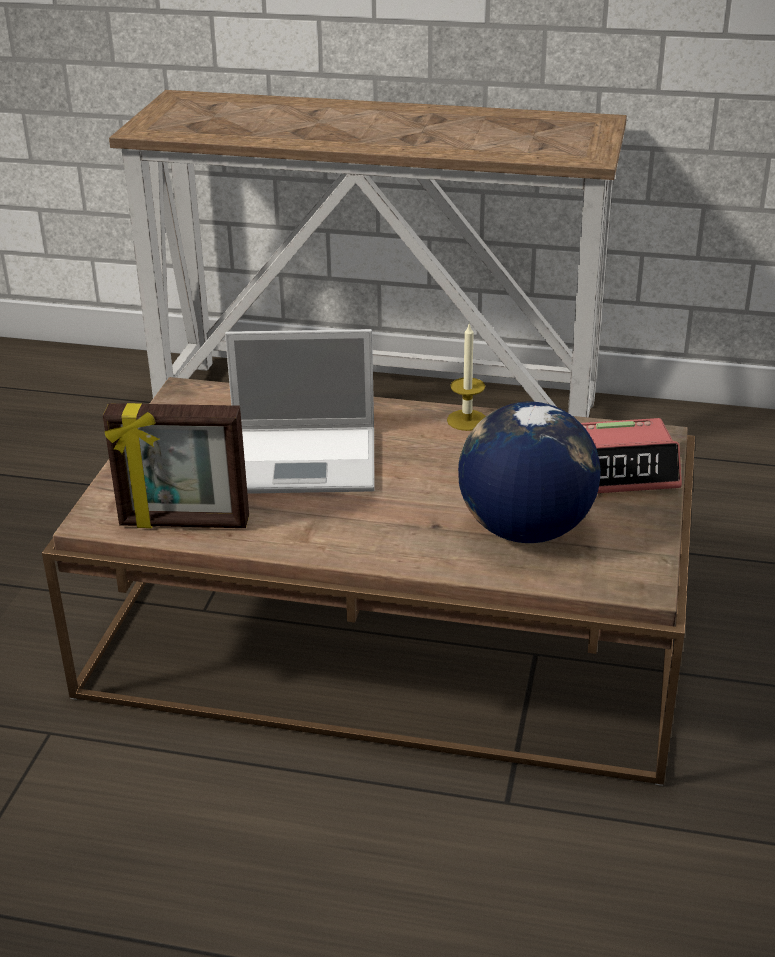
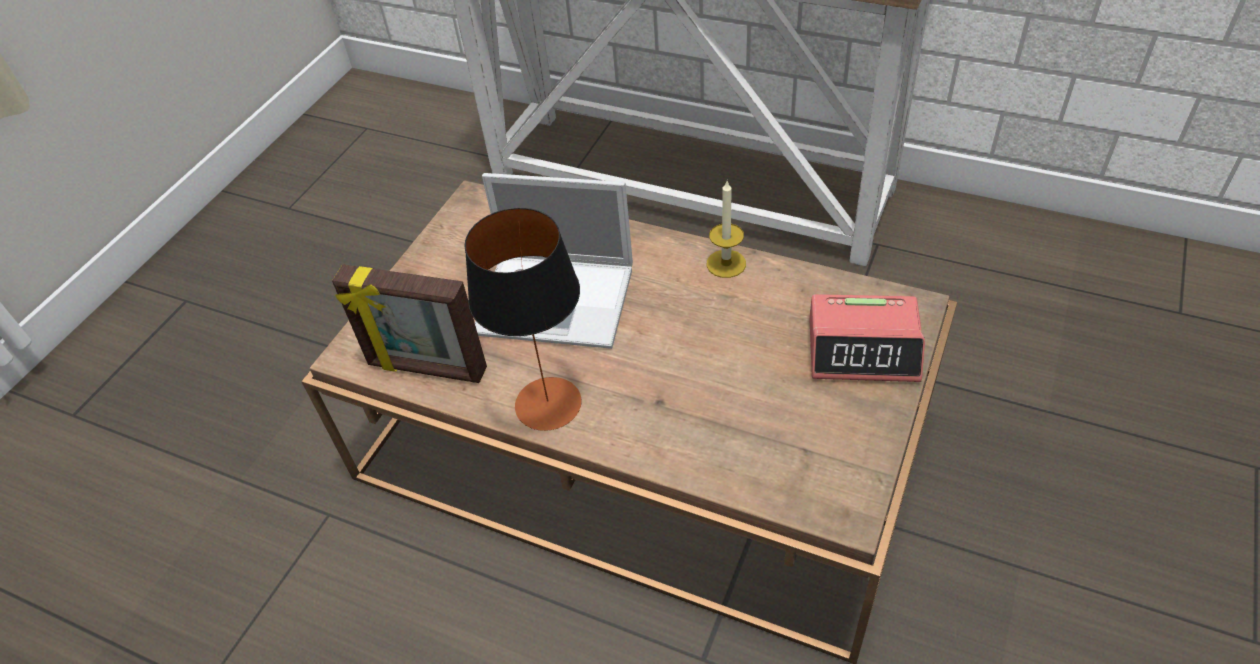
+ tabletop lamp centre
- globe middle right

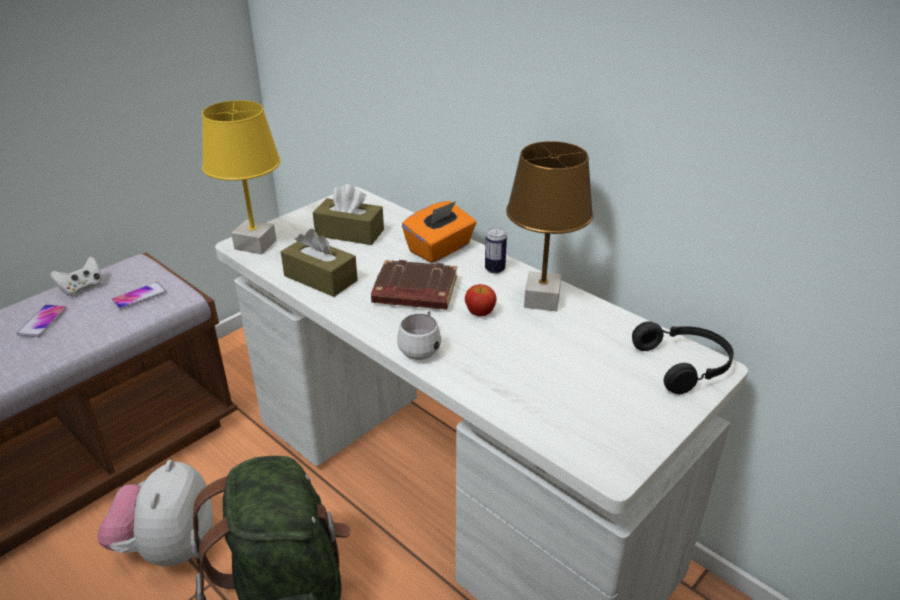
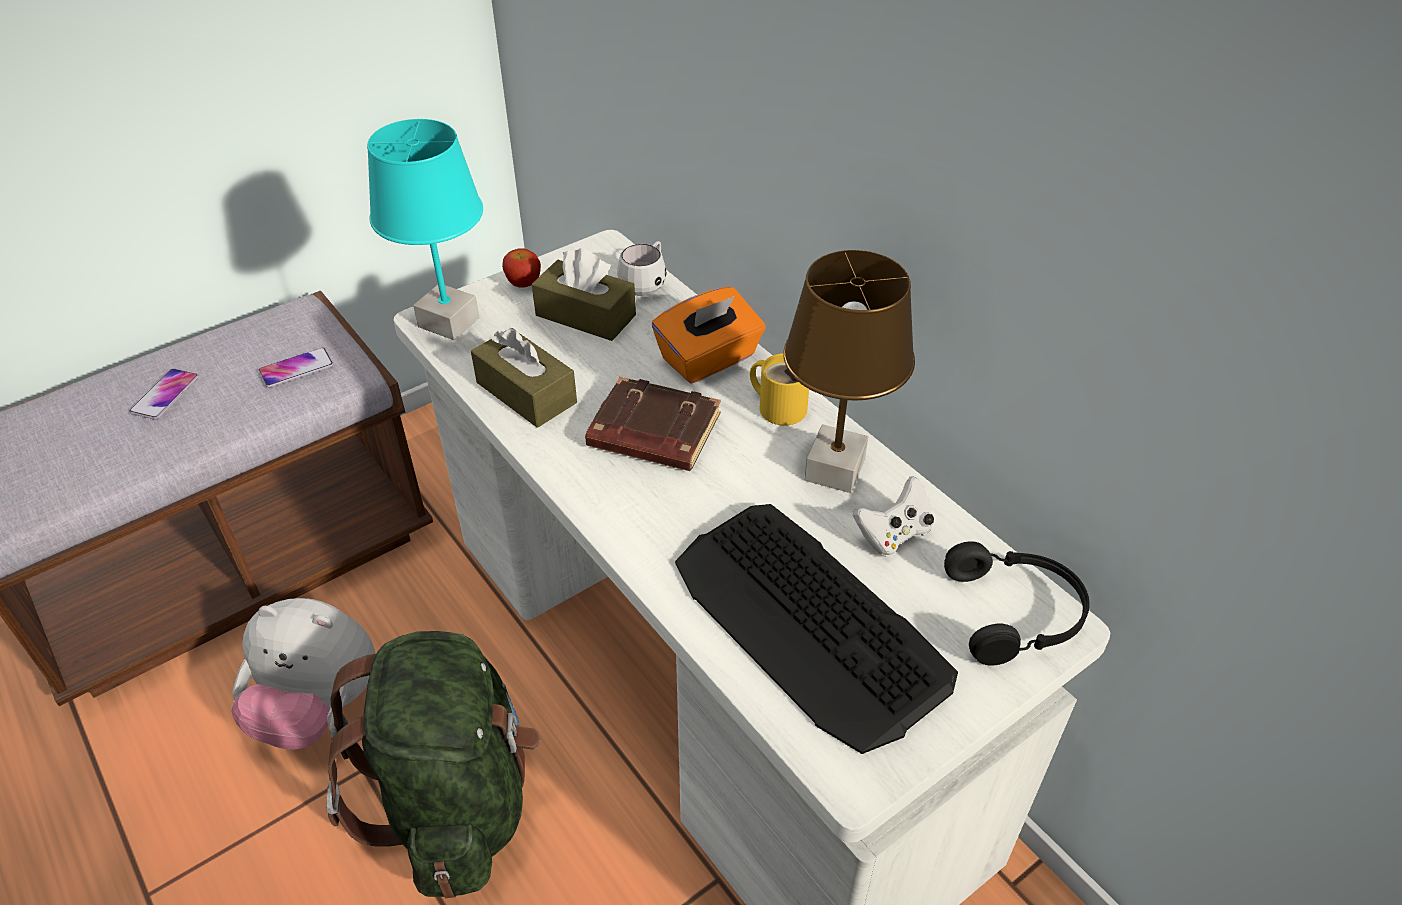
~ cuddly toy bottom left = bottom left 90 degrees counterclockwise
~ tabletop lamp (yellow-coloured) top left to tabletop lamp (blue-green) top left
~ apple centre to top centre
~ tea mug (white) centre to top centre
+ PC keyboard bottom centre
~ sealed can centre to tea mug (yellow-coloured) centre
~ gamepad (white) middle left to centre

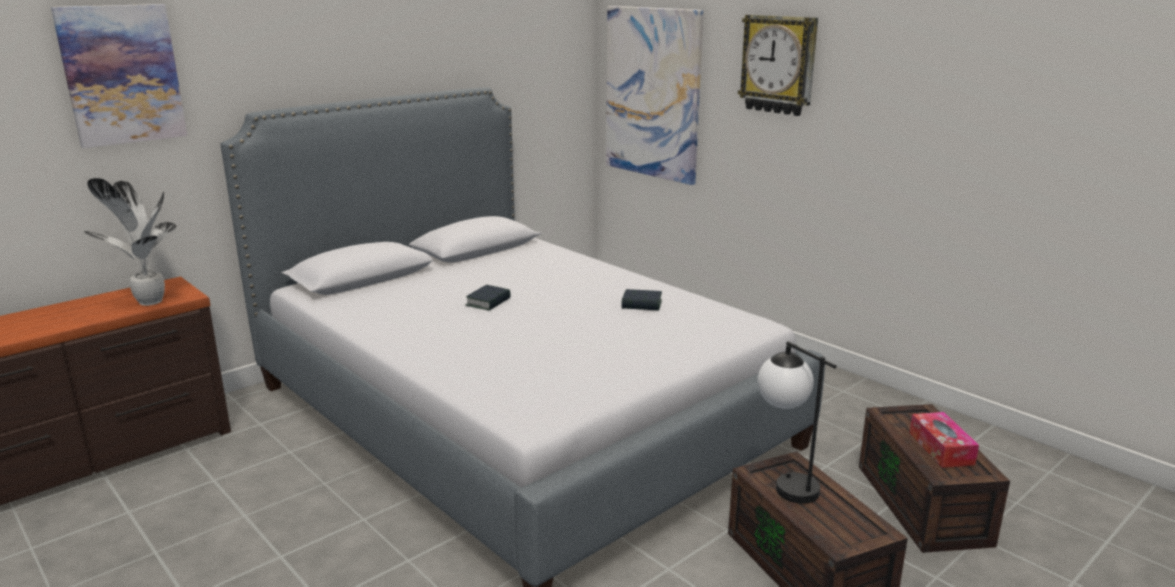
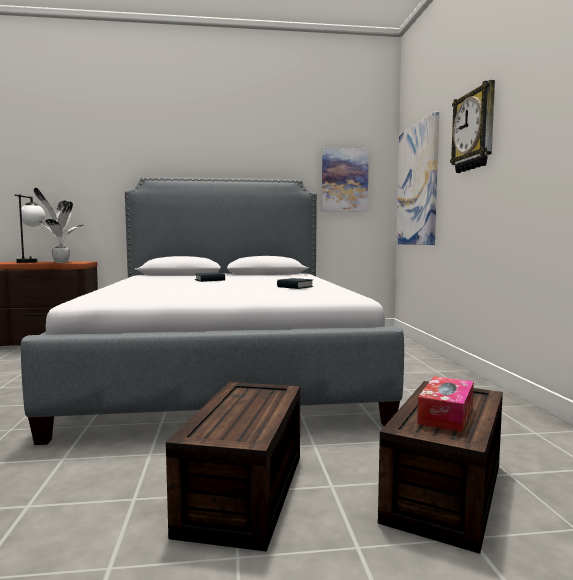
~ tabletop lamp bottom right to middle left
~ picture (1st from left) top left to top centre

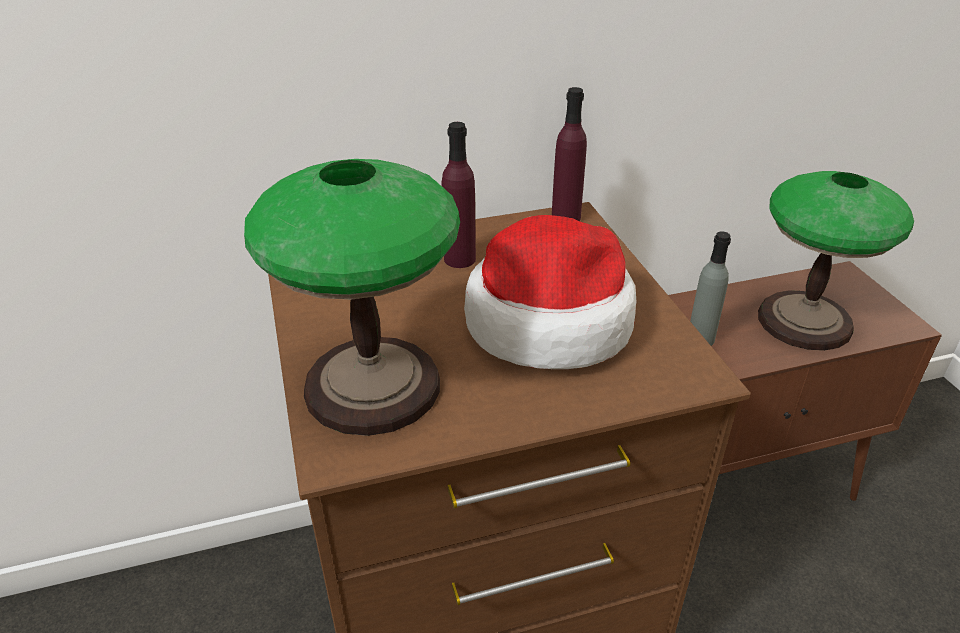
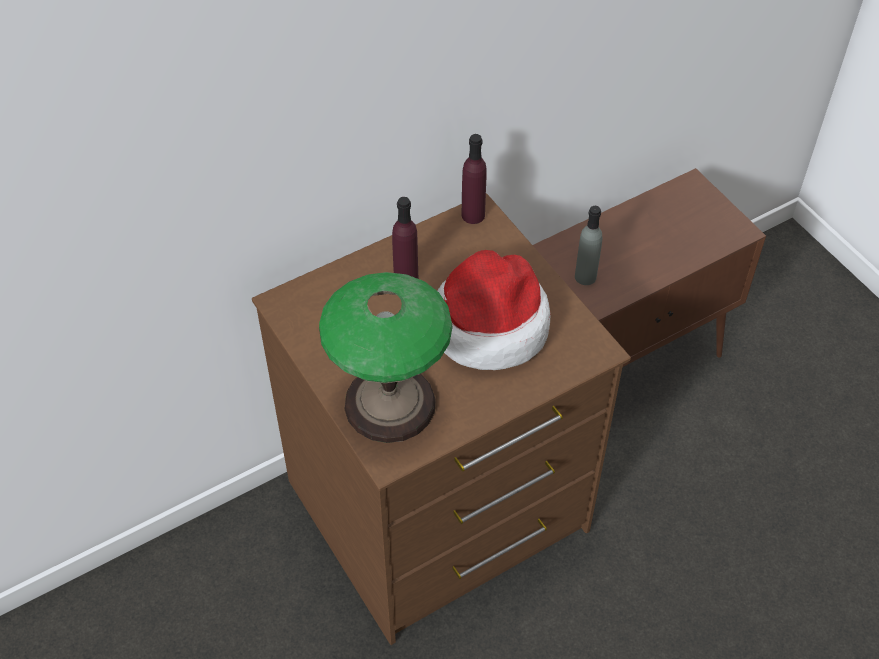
- tabletop lamp (2nd from left) middle right

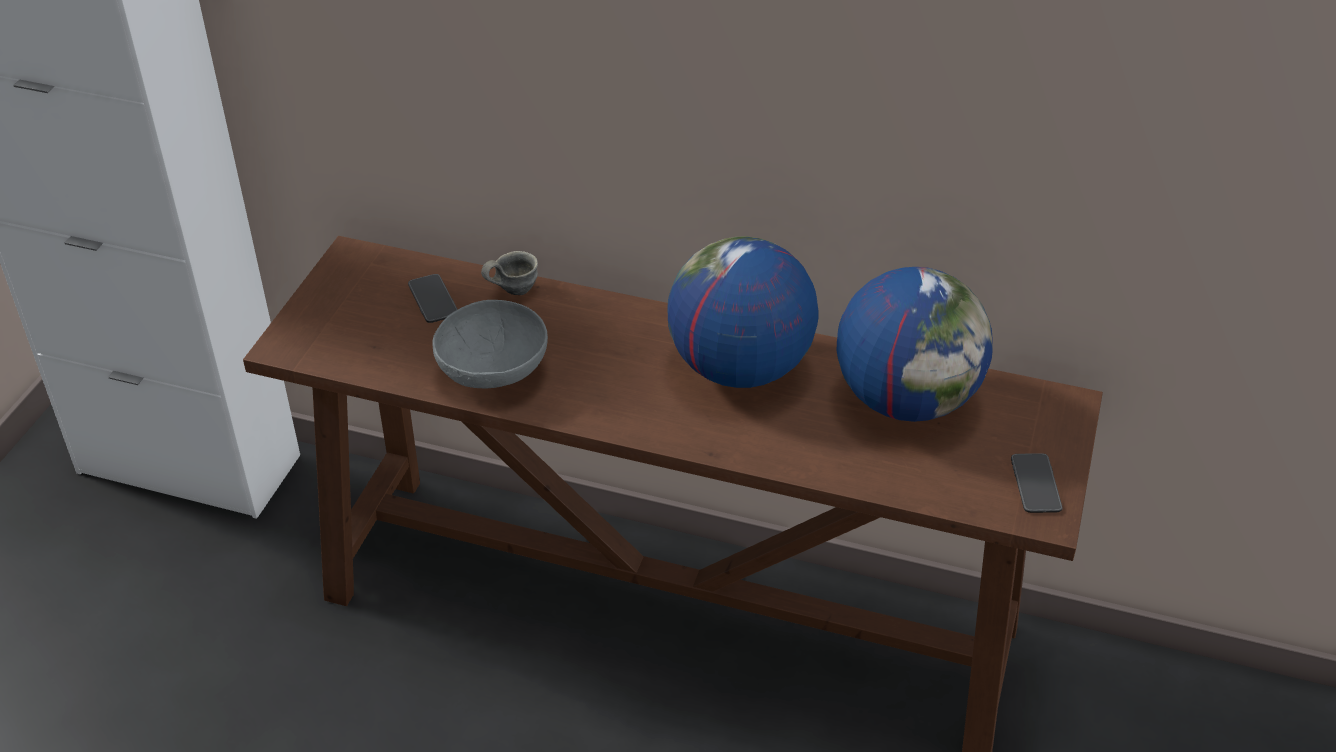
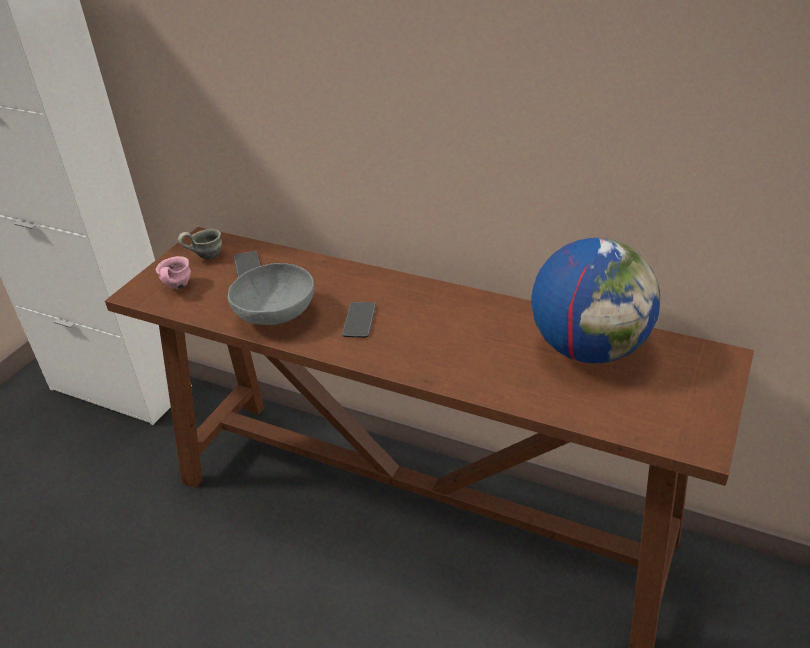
+ tea mug (pink-coloured) middle left
~ tea mug (greyish) centre to middle left
~ phone (2nd from left) middle right to centre
- globe (1st from left) centre

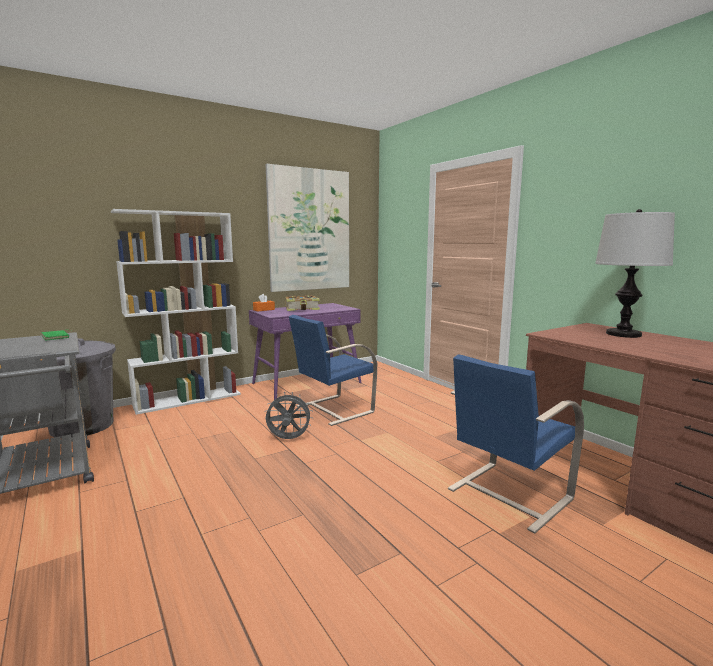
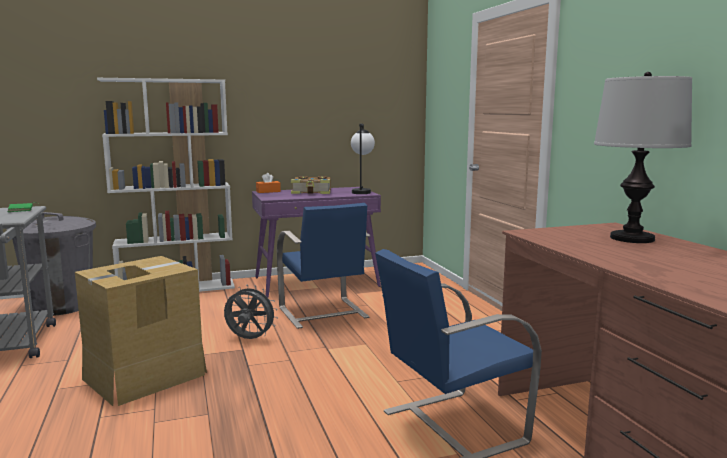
+ packing box bottom left
~ plain chair (blue) (1st from left) centre = centre 90 degrees counterclockwise
+ tabletop lamp (1st from left) centre
- picture centre

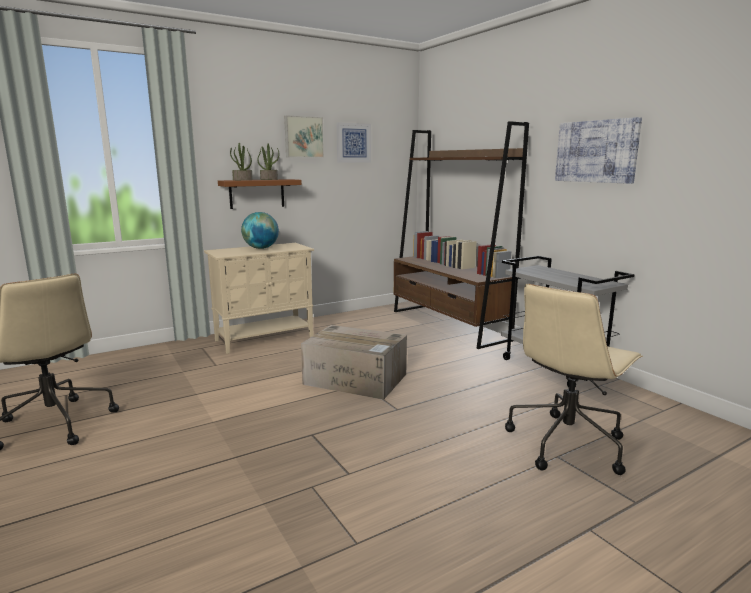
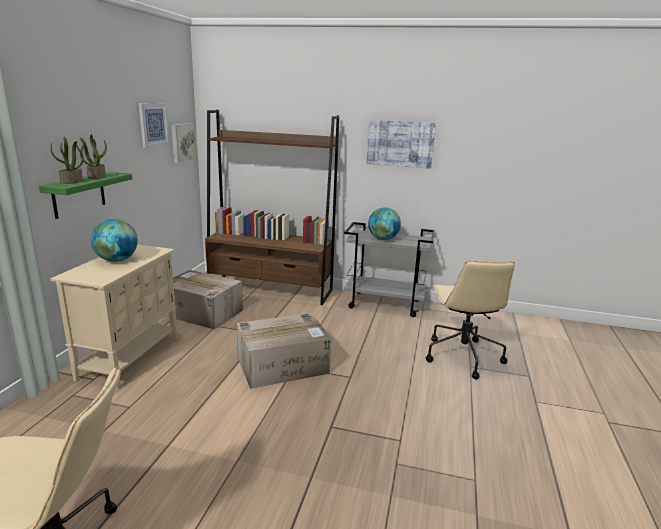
~ shelf (brownish) top centre to shelf (green) middle left
+ packing box (1st from left) middle left
~ picture (1st from left in the first image) top centre to picture (2nd from left) top left
+ globe (2nd from left) centre

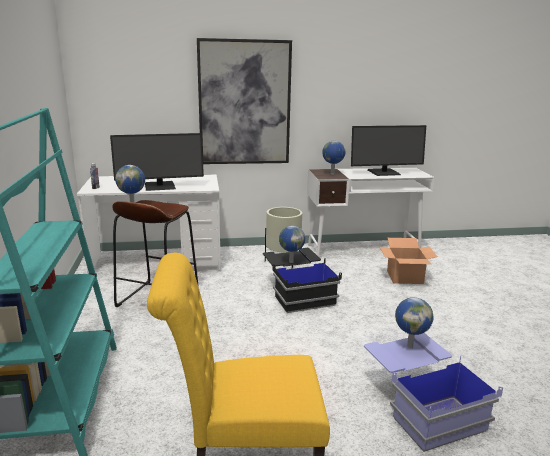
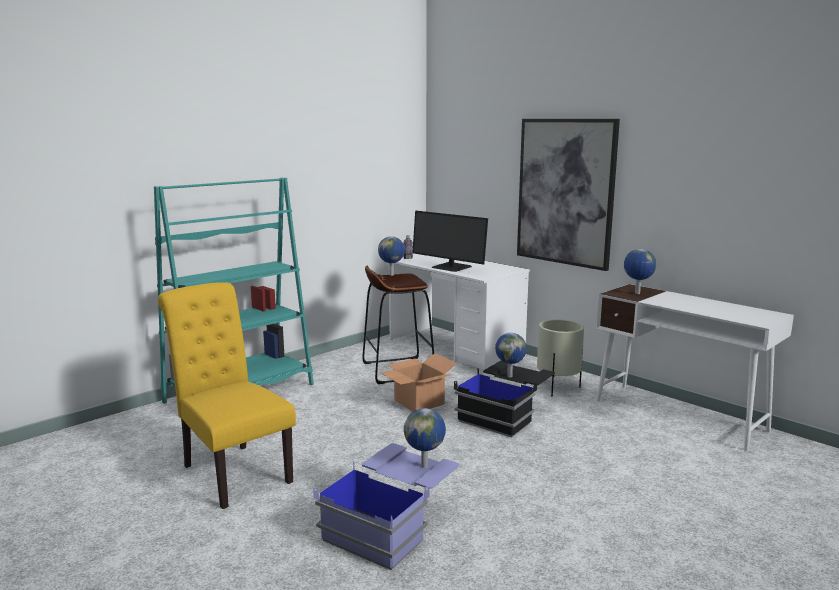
~ packing box middle right to centre
- monitor (2nd from left) top right

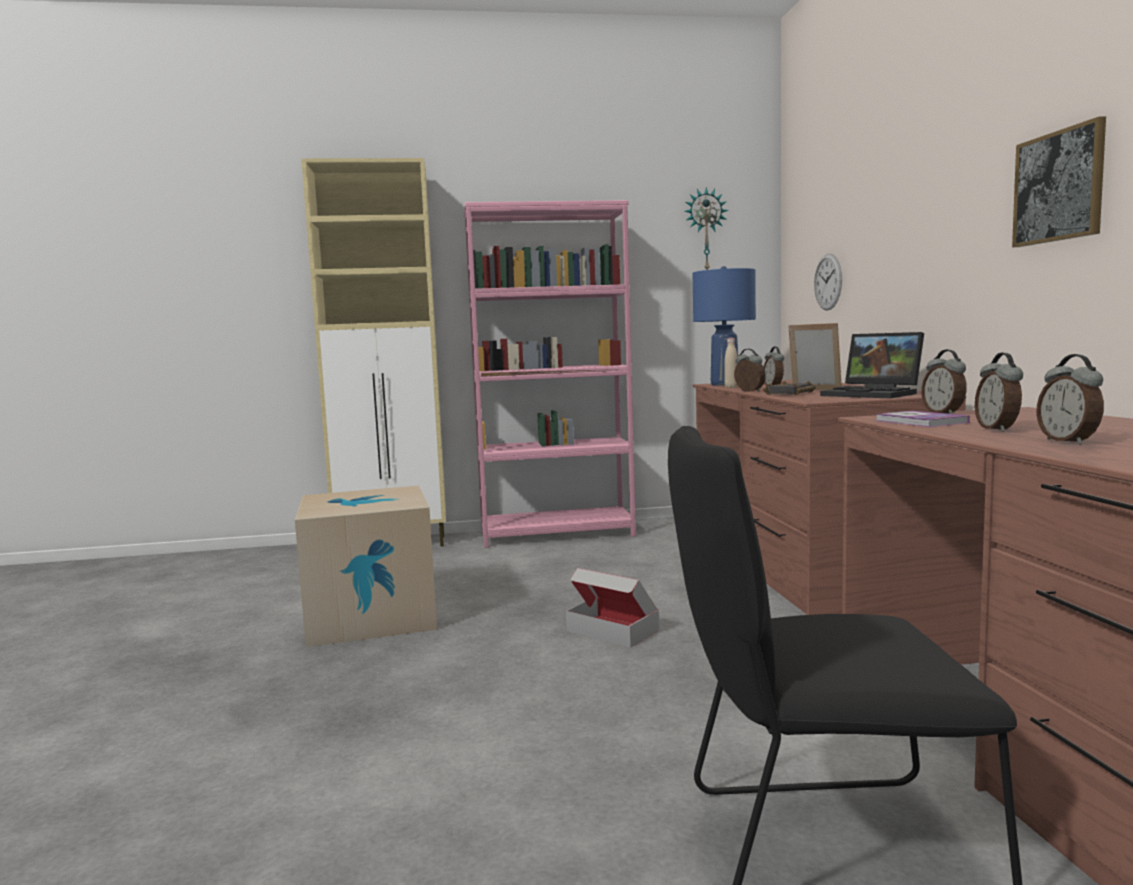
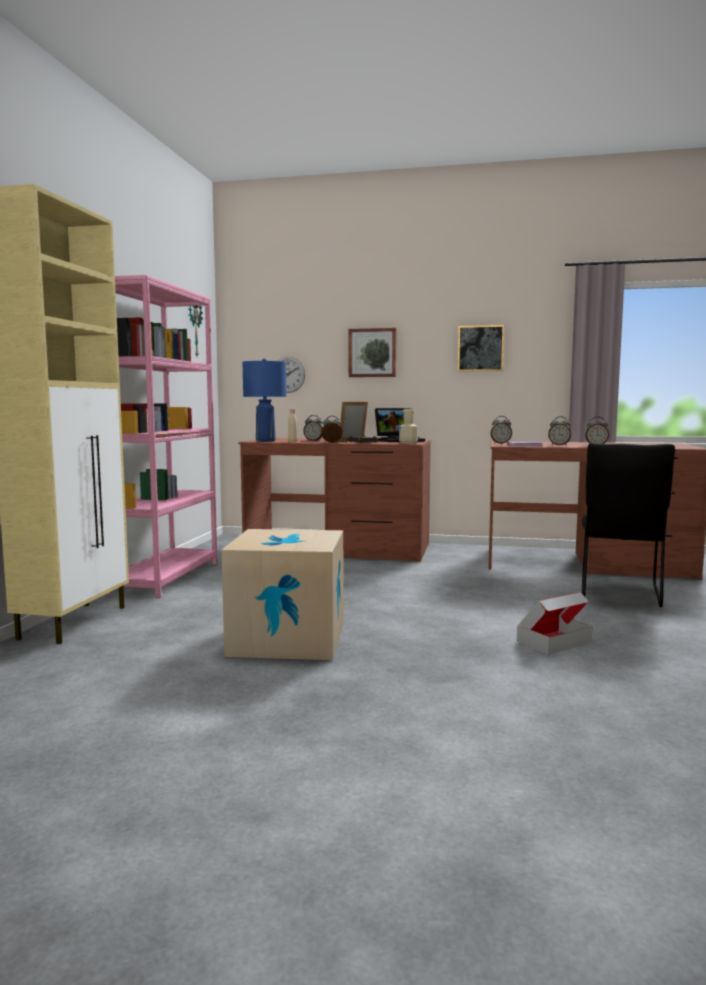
+ picture (1st from left) centre
+ bottle (beige) (2nd from left) centre
~ packing box (2nd from left) bottom centre to middle right

